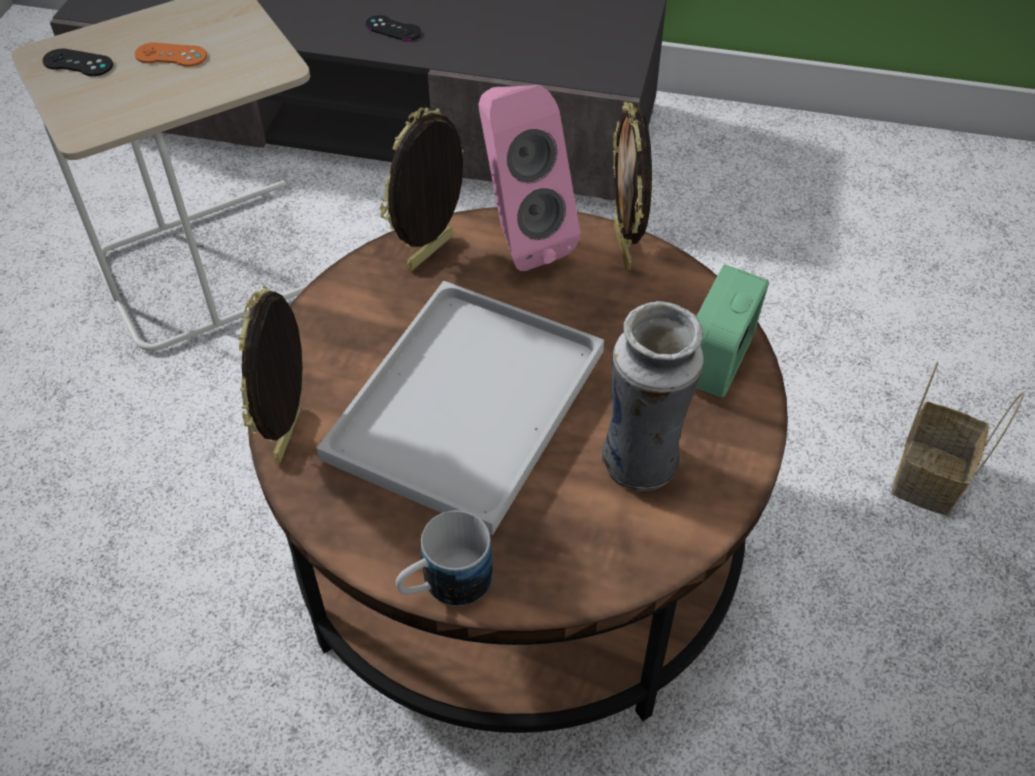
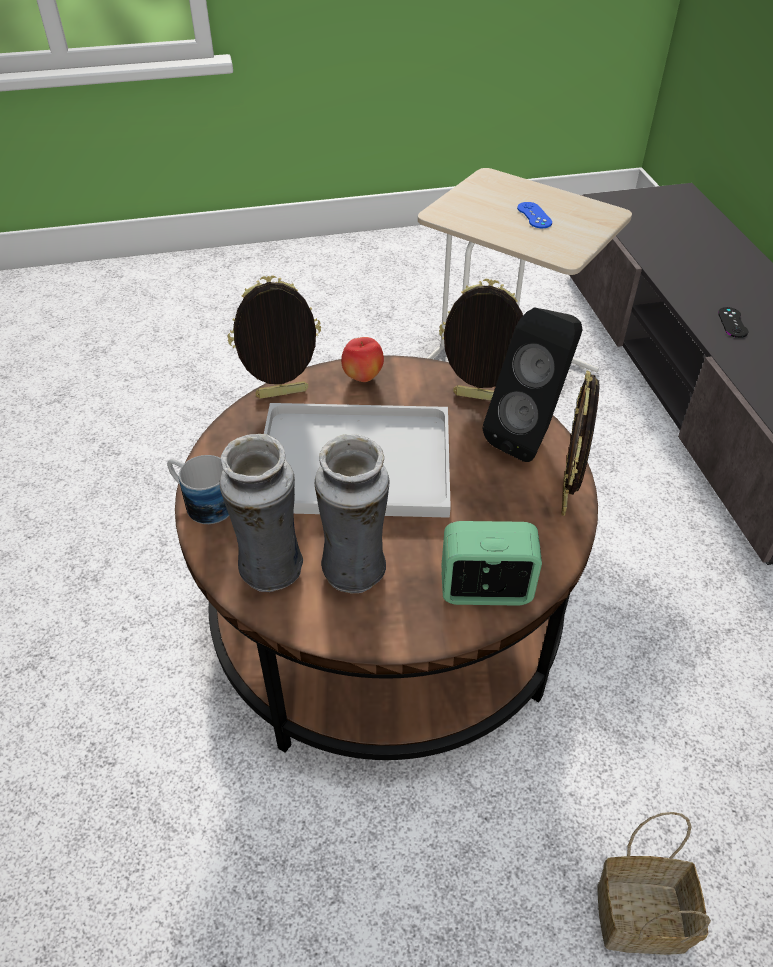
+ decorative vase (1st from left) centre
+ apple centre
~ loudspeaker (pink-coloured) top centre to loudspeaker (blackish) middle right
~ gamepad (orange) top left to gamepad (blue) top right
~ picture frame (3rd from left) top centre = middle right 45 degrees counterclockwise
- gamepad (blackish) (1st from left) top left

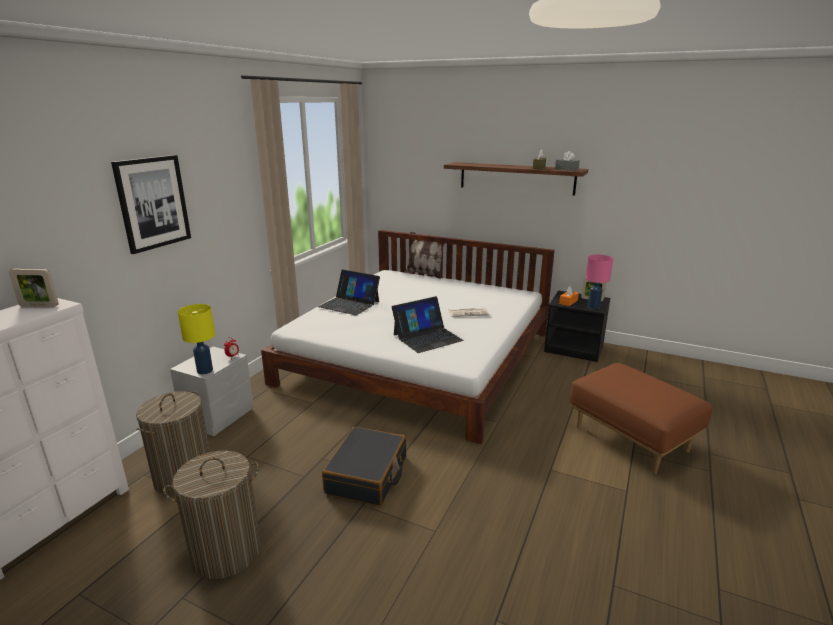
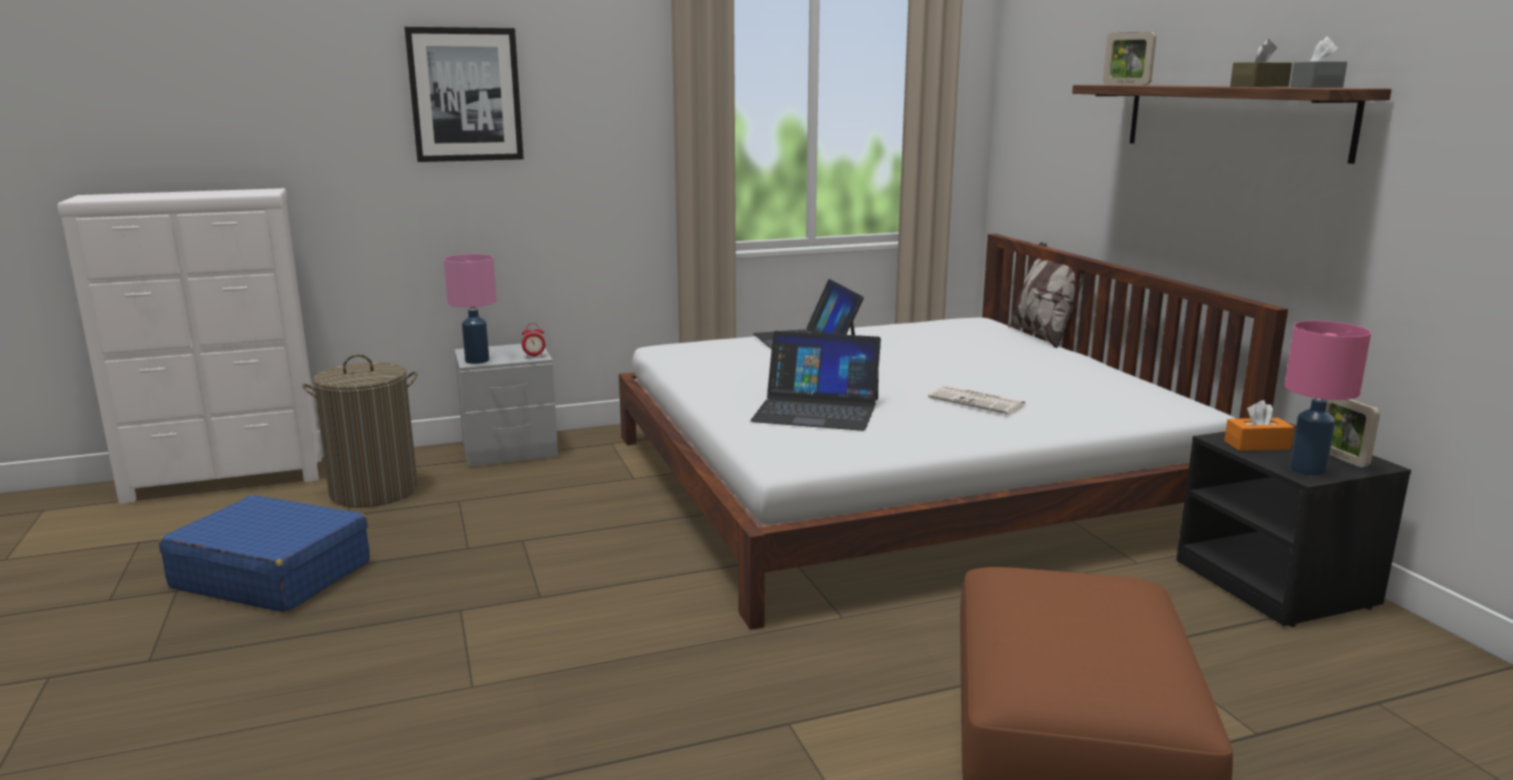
~ laundry basket (2nd from left) bottom left to travel case (blue) bottom left
~ tabletop lamp (yellow-coloured) middle left to tabletop lamp (pink-coloured) (1st from left) middle left
~ picture frame (1st from left) middle left to top right
- travel case (blackish) bottom centre

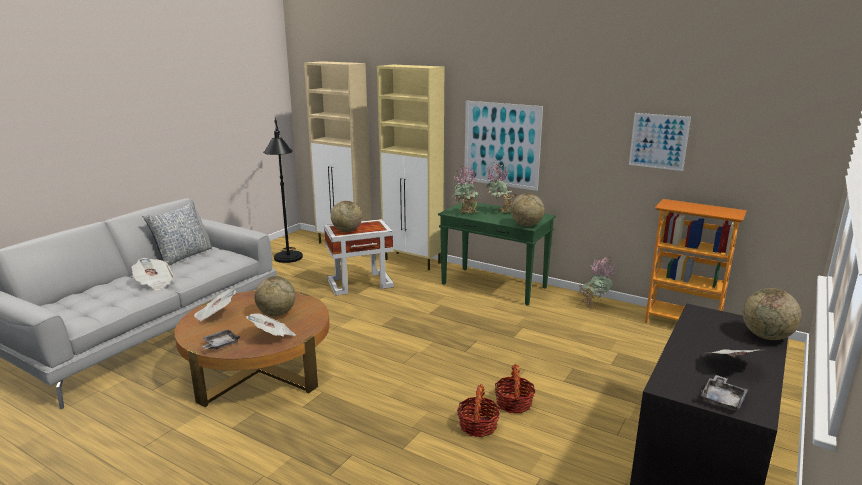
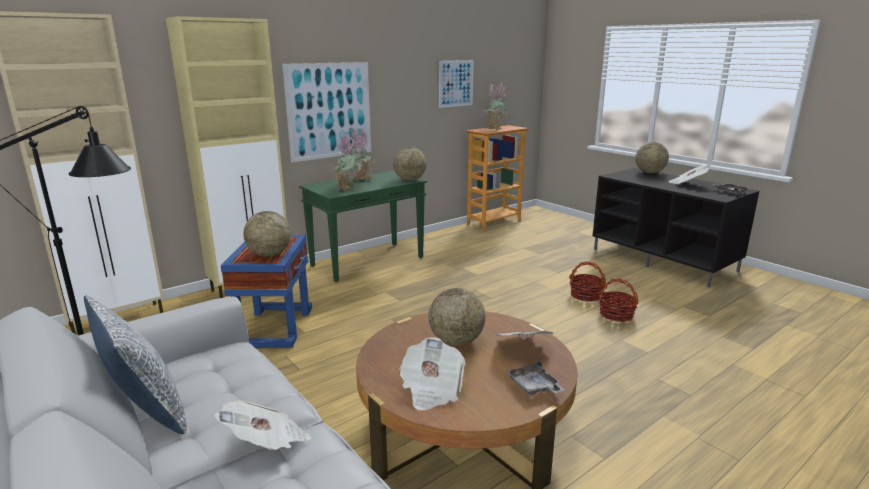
~ end table (white) centre to end table (blue) middle left
~ potted plant (3rd from left) middle right to top centre

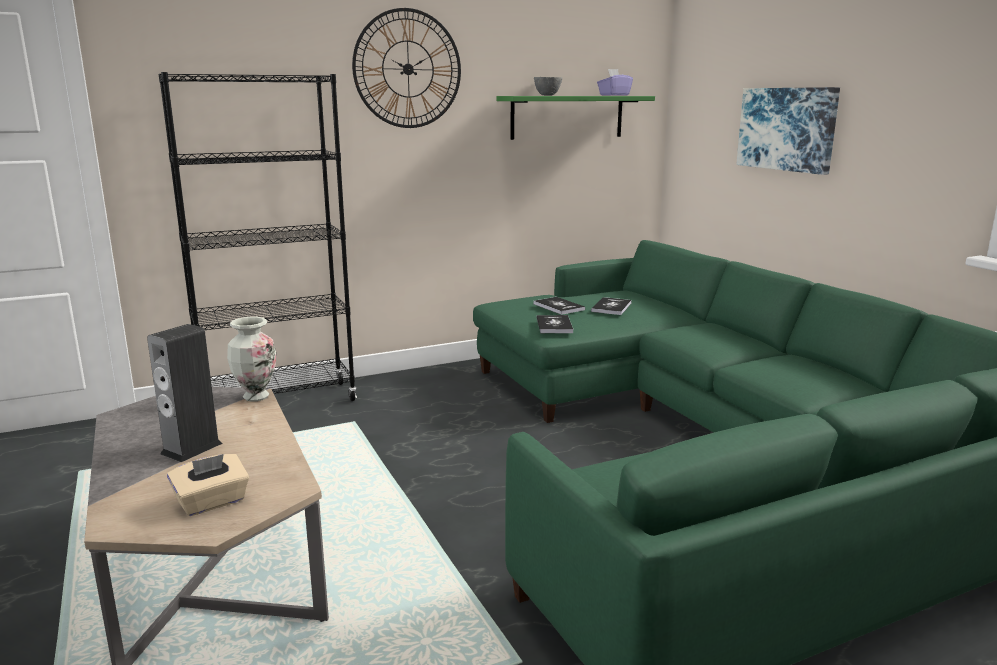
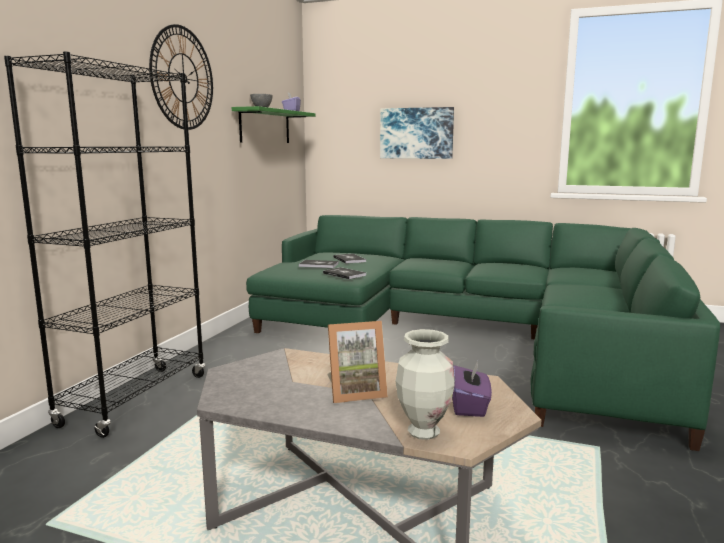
~ loudspeaker middle left to picture frame bottom centre
~ decorative vase middle left to bottom centre
~ tissue box (beige) bottom left to tissue box (purple) (2nd from left) bottom centre

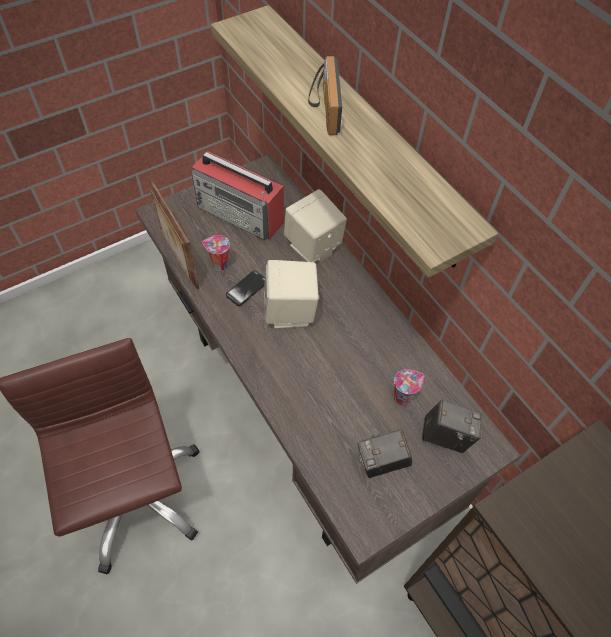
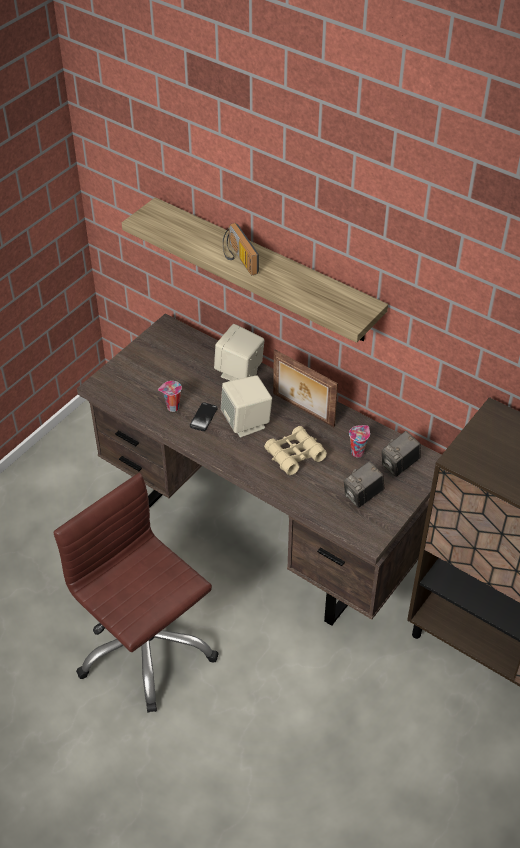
+ pair of binoculars (beige) centre
~ picture frame middle left to centre
~ photo camera (2nd from left) bottom right = middle right 150 degrees clockwise
- radio (1st from left) top centre

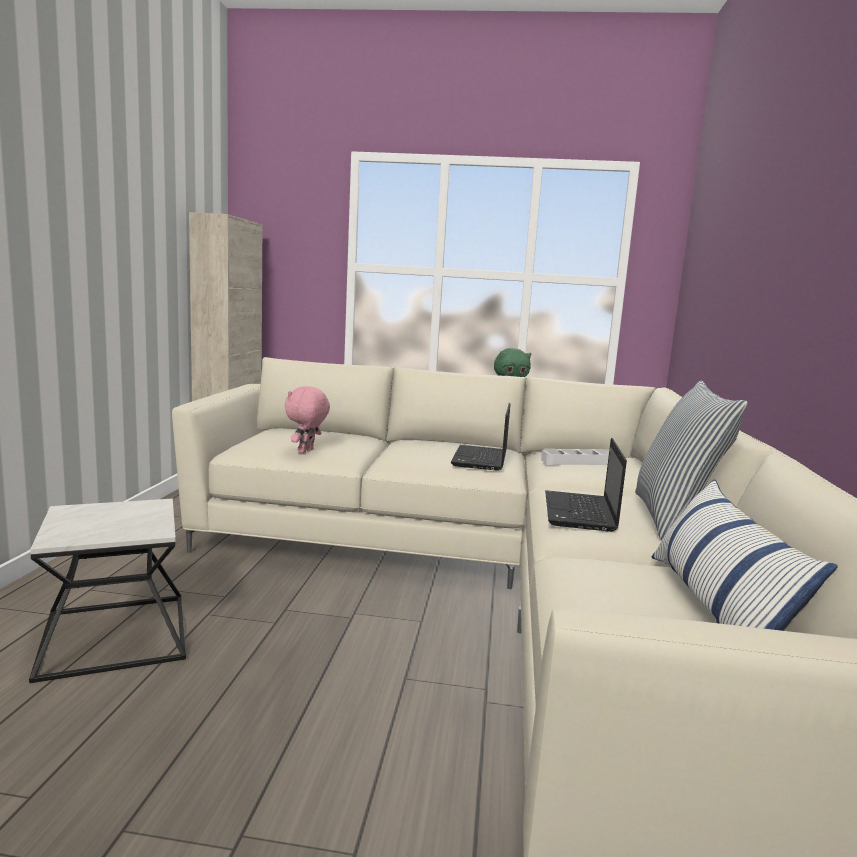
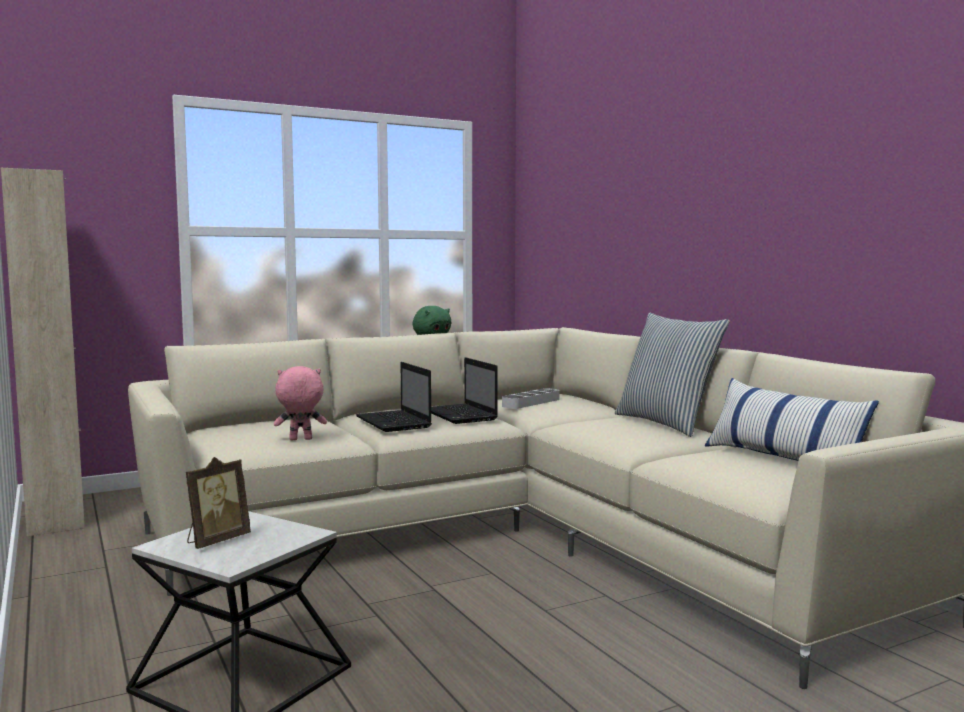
+ picture frame bottom left
~ cuddly toy (pink-coloured) centre = middle left 90 degrees clockwise
~ portable computer (2nd from left in the first image) middle right to portable computer (1st from left) centre

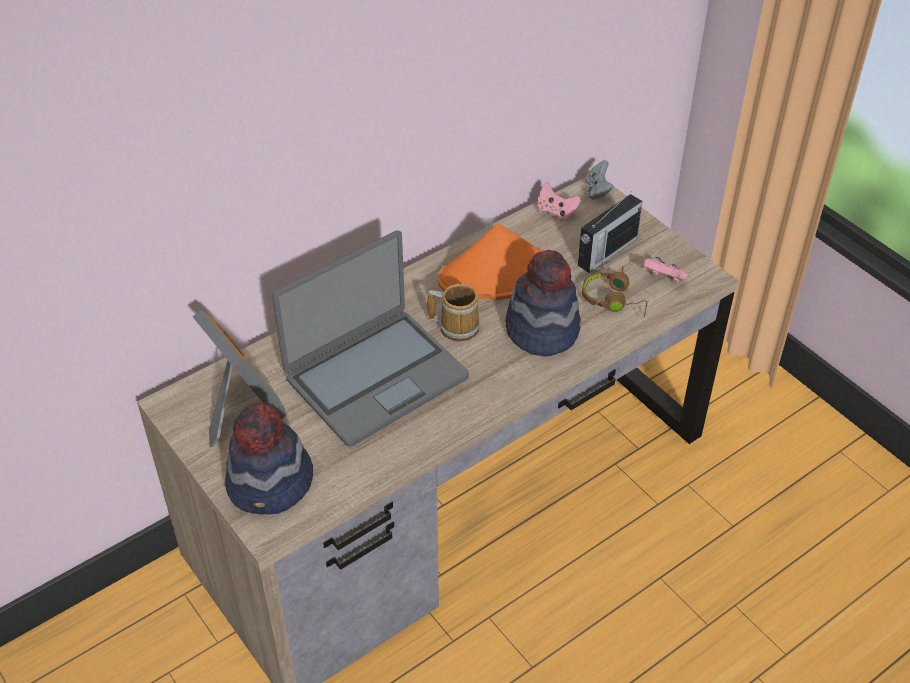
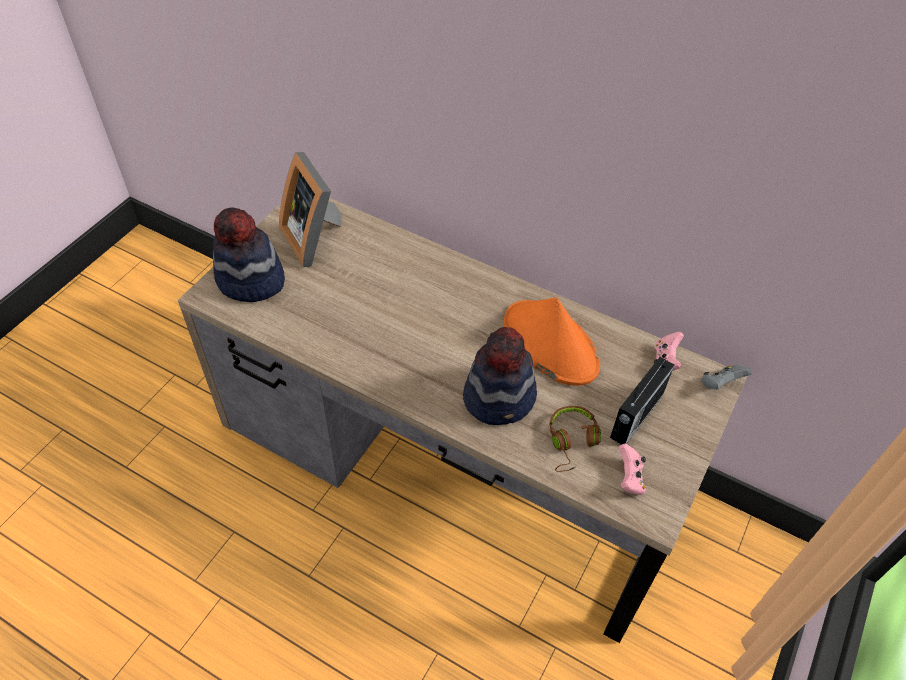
~ picture frame middle left = top centre 120 degrees clockwise
~ radio middle right = middle right 75 degrees counterclockwise
- portable computer centre
- tea mug centre

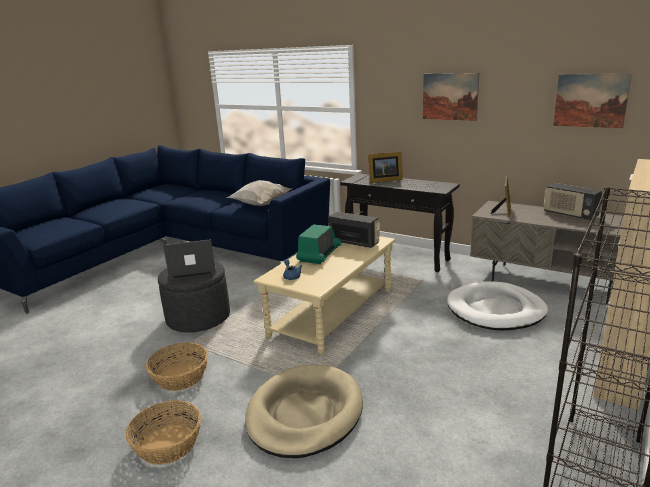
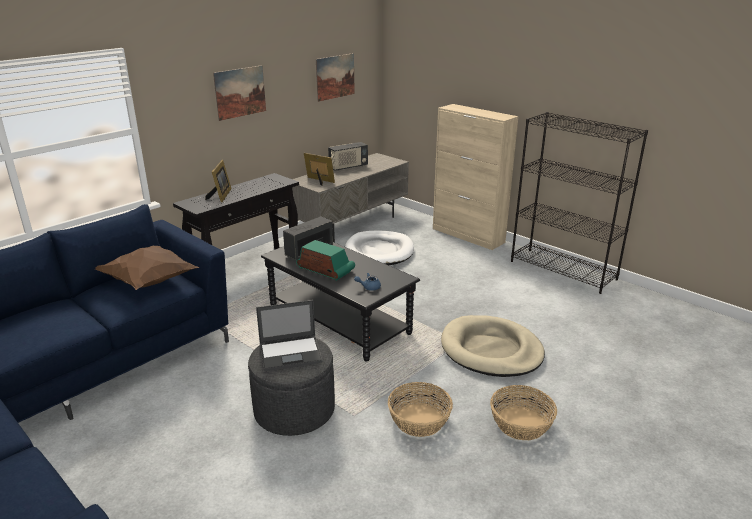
~ cushion (white) centre to cushion (brownish) middle left
~ portable computer middle left = centre 105 degrees counterclockwise
~ lounge table (beige) centre to lounge table (blackish) centre

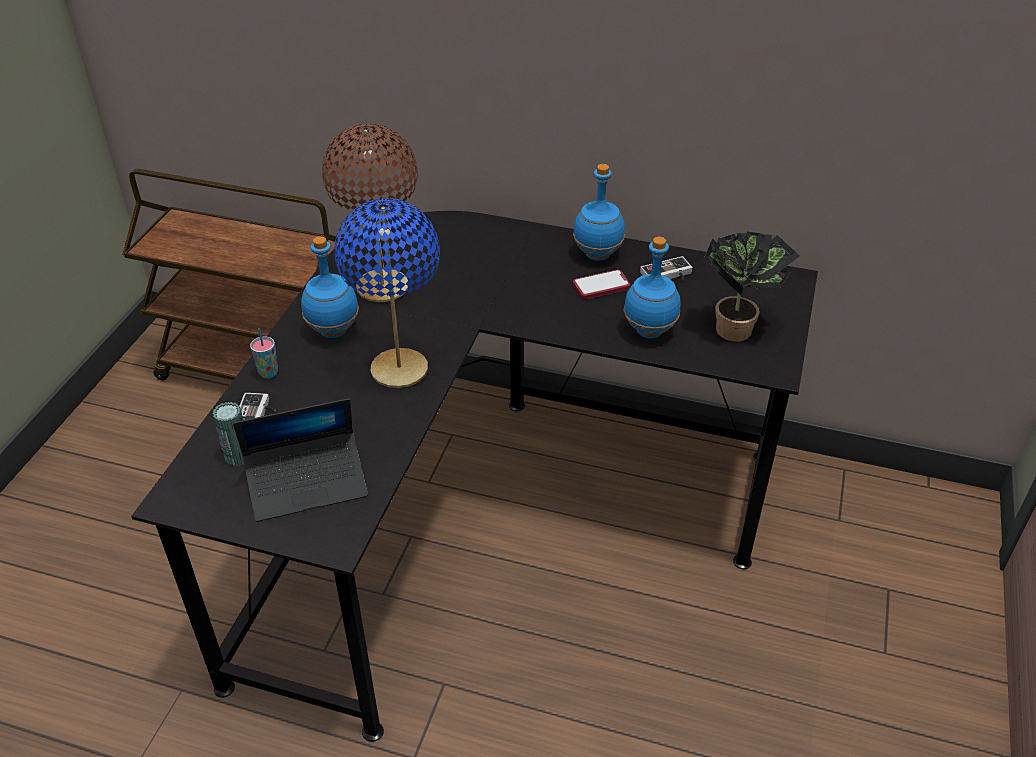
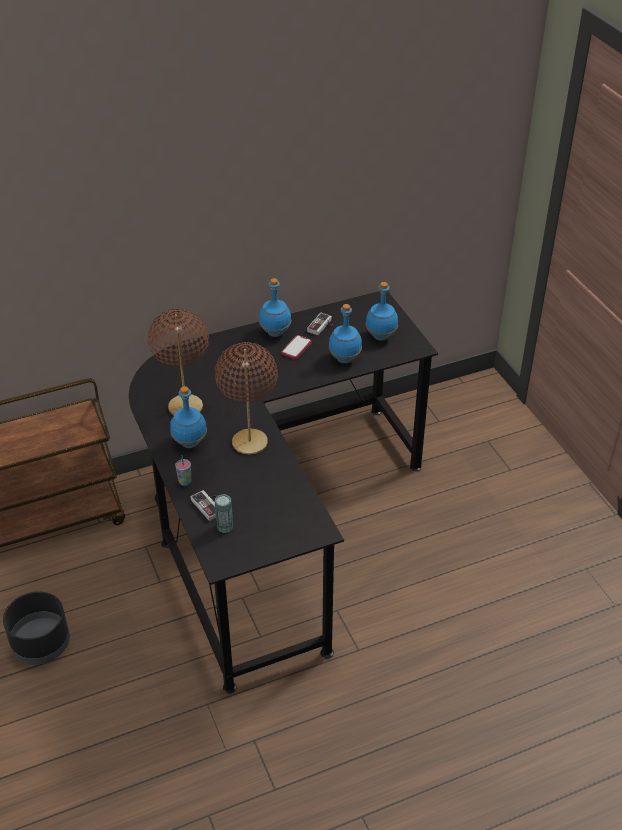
+ planter (blackish) bottom left
~ tabletop lamp (blue) centre to tabletop lamp (brownish) (2nd from left) centre
~ potted plant middle right to bottle (blue) (4th from left) centre
- portable computer middle left

